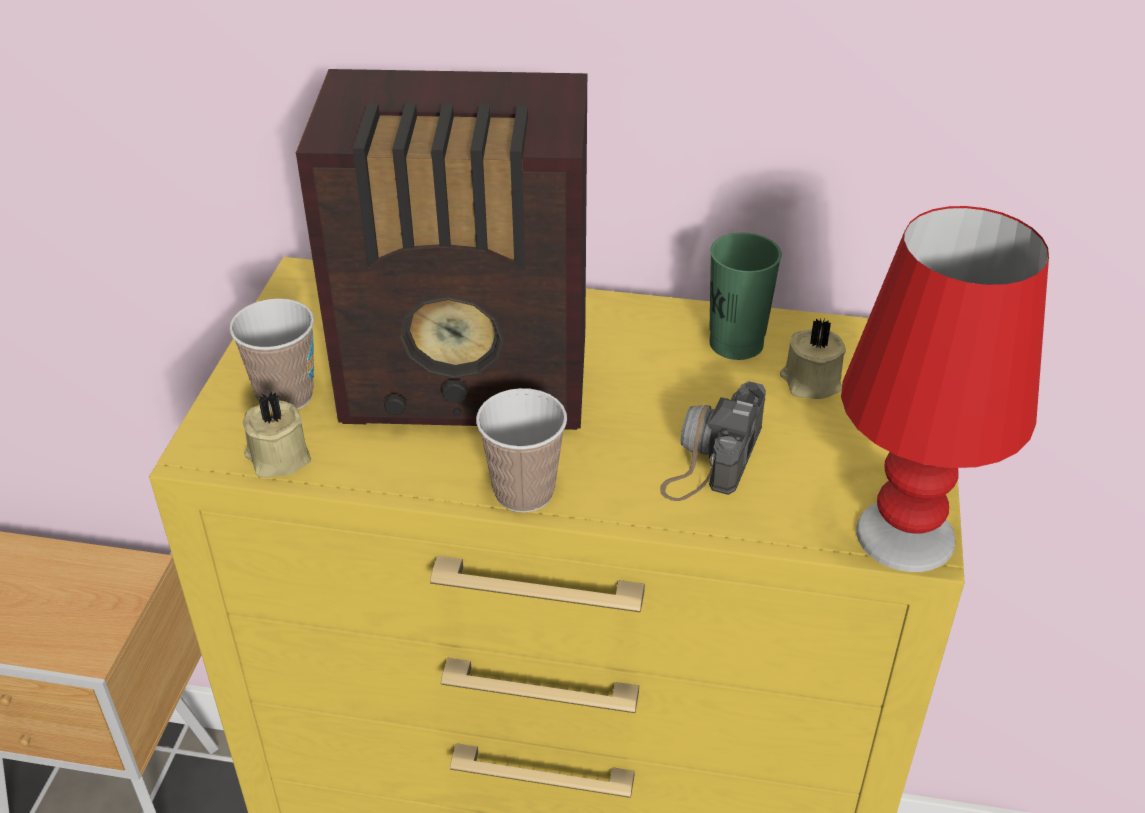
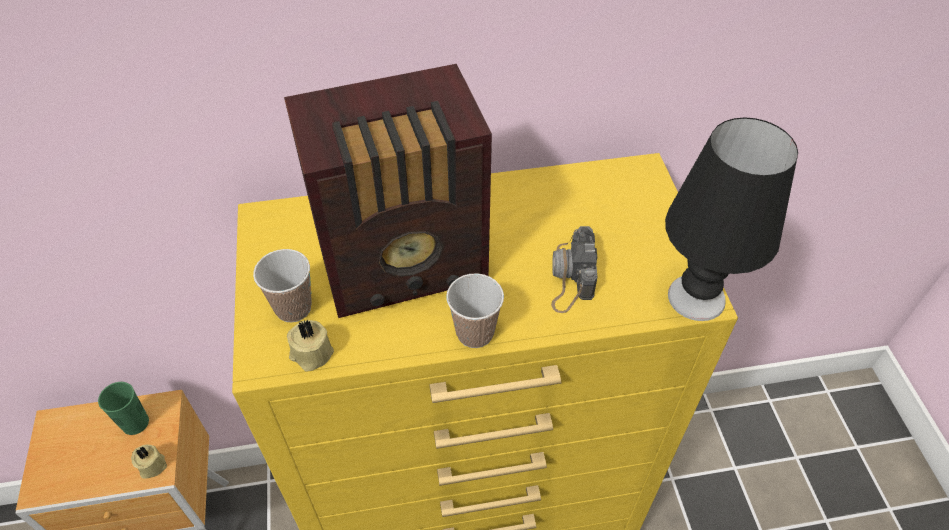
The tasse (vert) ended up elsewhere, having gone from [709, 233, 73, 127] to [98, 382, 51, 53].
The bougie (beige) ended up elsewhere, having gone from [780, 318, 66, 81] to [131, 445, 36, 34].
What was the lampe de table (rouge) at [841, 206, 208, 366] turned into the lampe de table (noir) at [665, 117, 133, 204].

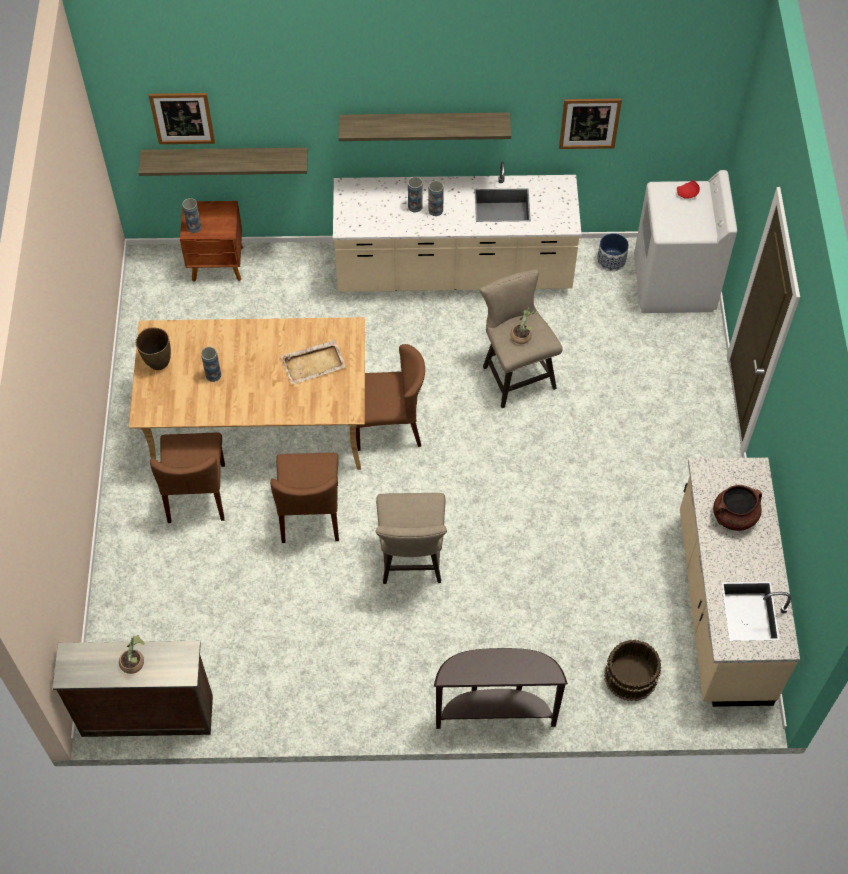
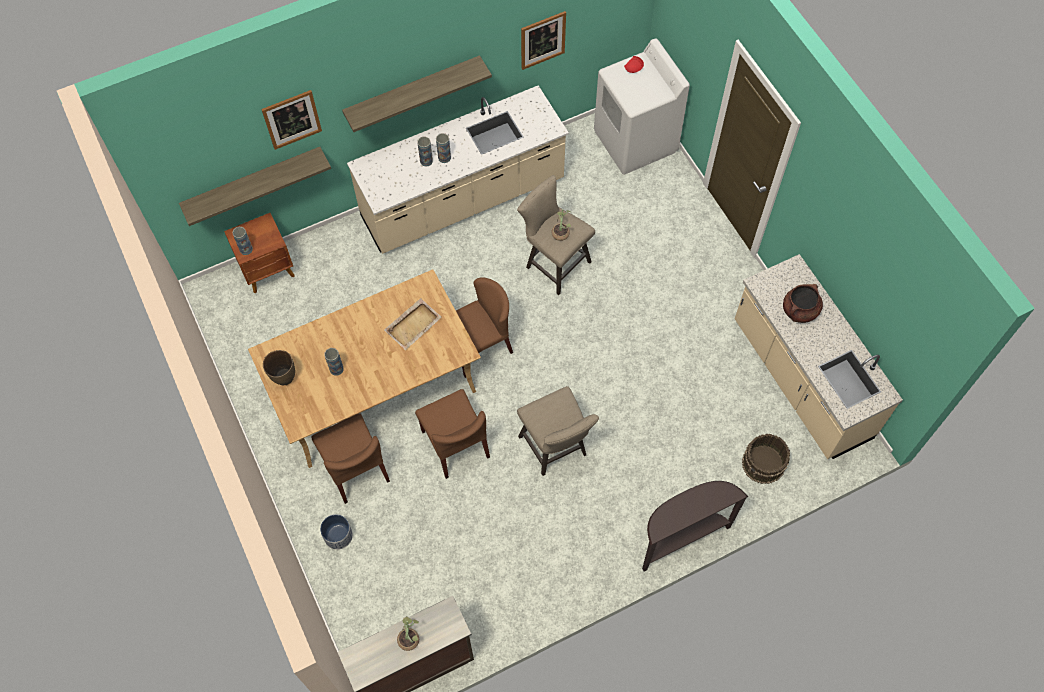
The tableau ended up elsewhere, having gone from [148, 93, 67, 51] to [261, 90, 61, 60].
The cache-pot ended up elsewhere, having gone from [597, 233, 32, 39] to [320, 514, 33, 36].

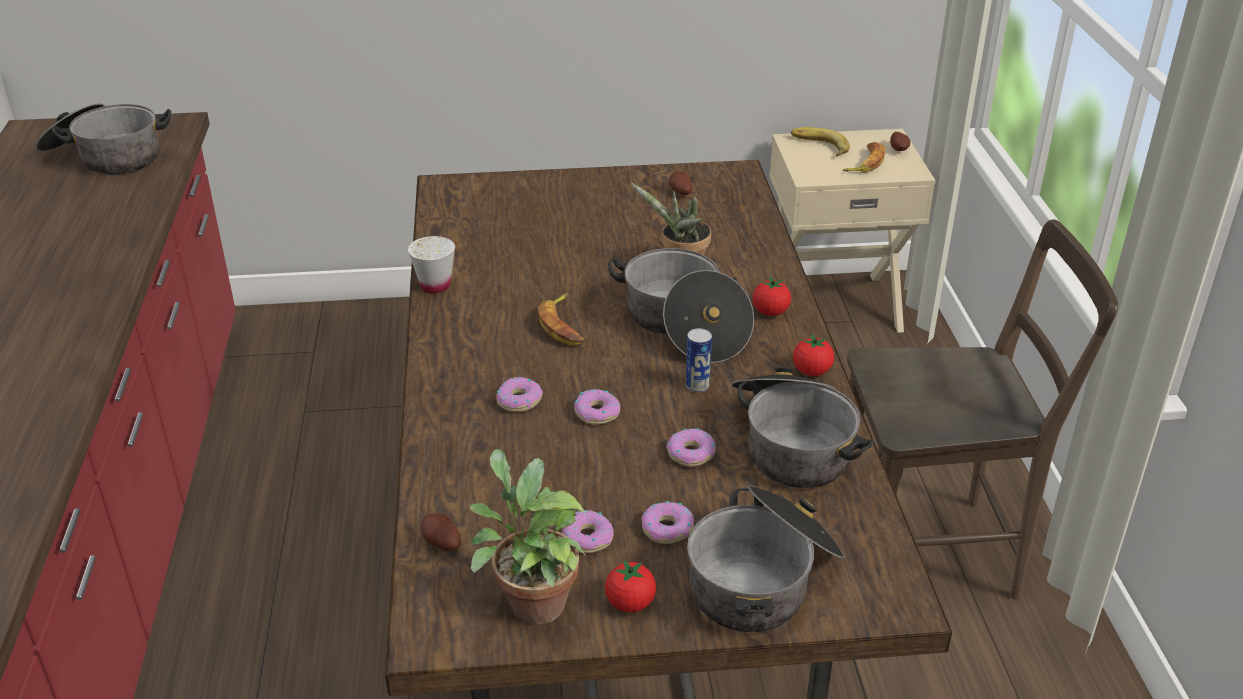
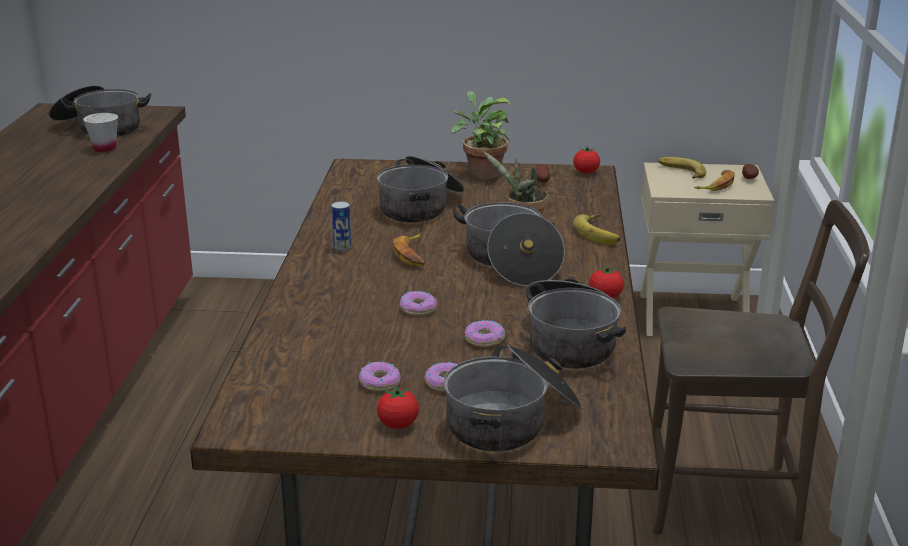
The tasse (blanc) ended up elsewhere, having gone from [408, 236, 47, 58] to [83, 113, 35, 39].
The boîte métallique ended up elsewhere, having gone from [686, 328, 26, 65] to [331, 201, 20, 51].
The second view gained the marmite at [377, 156, 88, 67].
The plante en pot ended up elsewhere, having gone from [470, 449, 115, 176] to [451, 91, 60, 88].
The tomate ended up elsewhere, having gone from [753, 276, 38, 40] to [573, 147, 27, 26].
The second view gained the banane at [573, 214, 47, 31].
The second view lost the pomme de terre at [421, 513, 40, 38].
The second view lost the beignet at [496, 377, 47, 35].

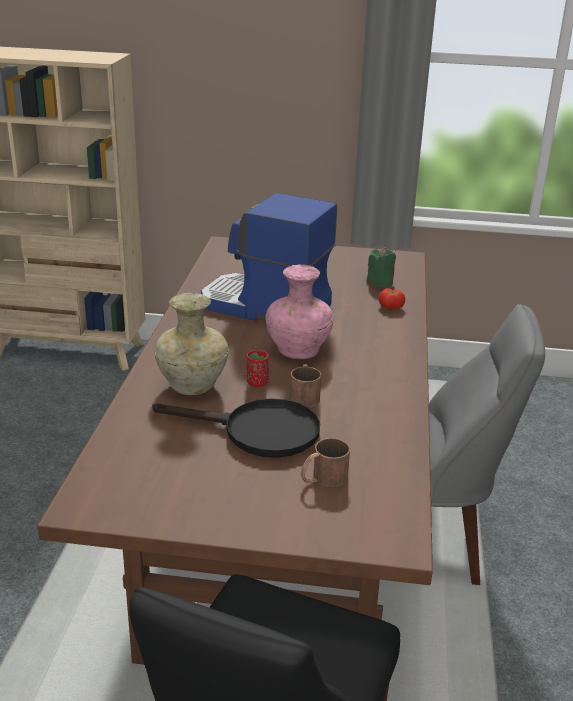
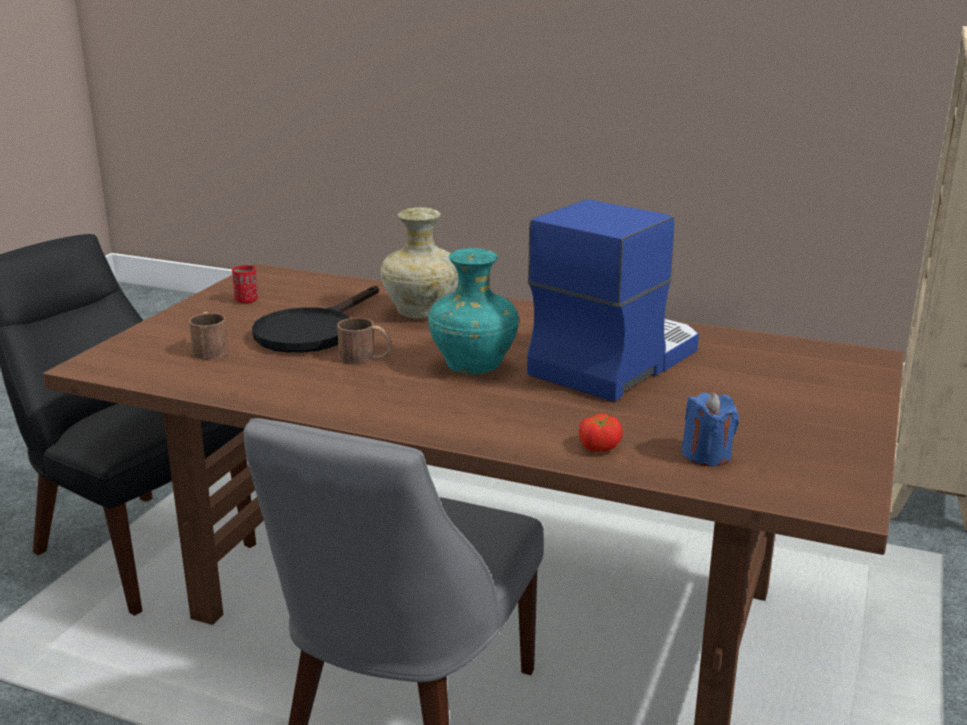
The tasse (rouge) ended up elsewhere, having gone from [247, 350, 22, 37] to [232, 265, 26, 38].
What was the vase (rose) at [265, 264, 69, 95] turned into the vase (turquoise) at [428, 248, 91, 126].
What was the bougie (vert) at [367, 247, 29, 40] turned into the bougie (bleu) at [681, 393, 58, 73].

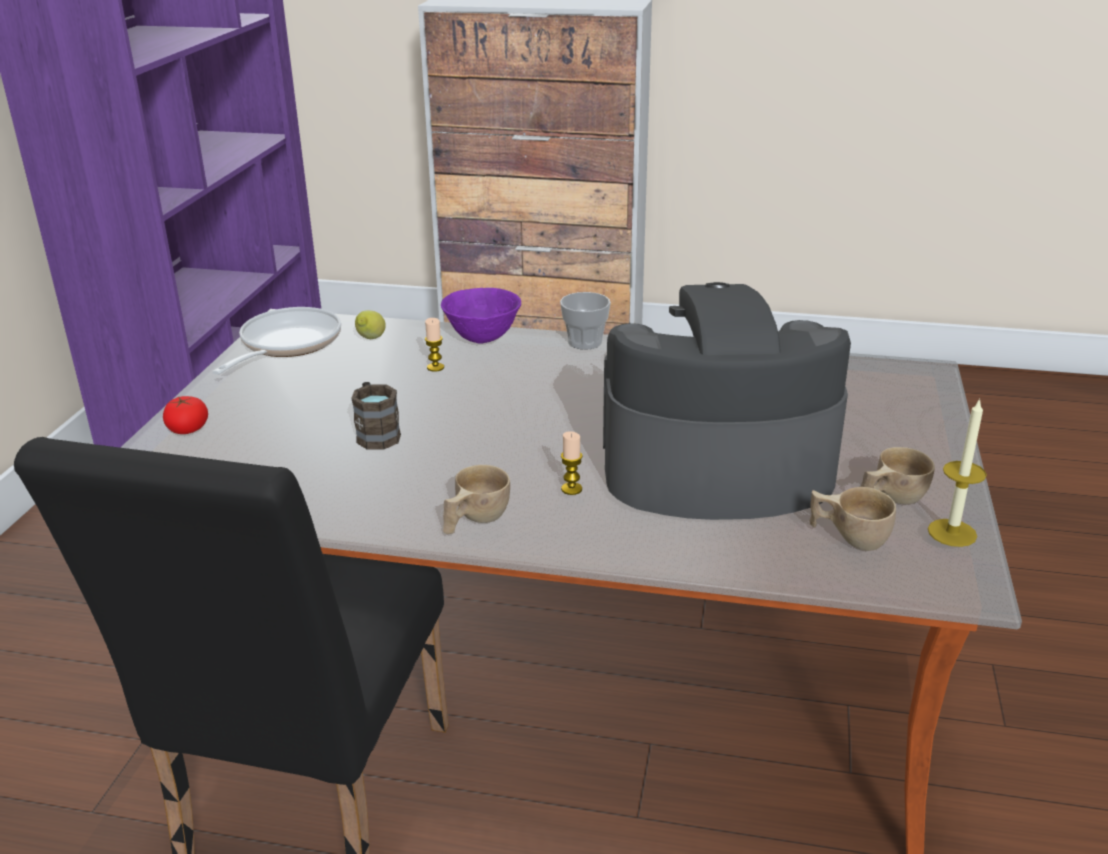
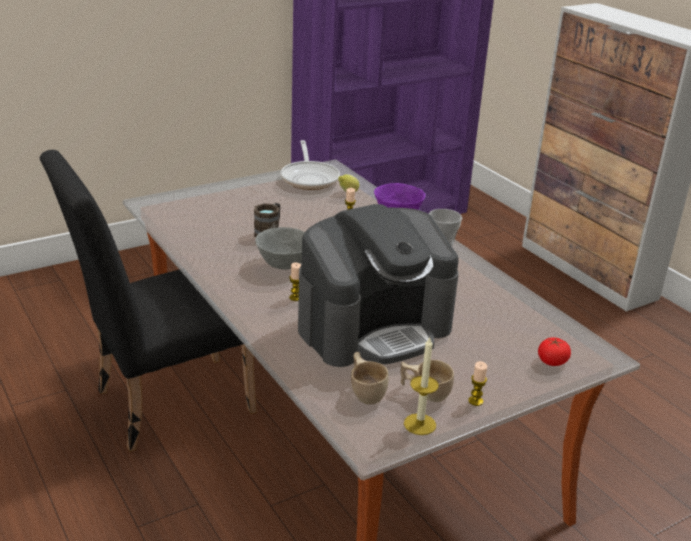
The second view gained the bol (gris) at [255, 227, 50, 42].
The poêle at [212, 307, 129, 68] ended up facing another way, 105 degrees clockwise from before.
The machine à café at [603, 282, 248, 238] ended up facing another way, 105 degrees clockwise from before.
The second view gained the bougie at [468, 361, 19, 45].
The tomate ended up elsewhere, having gone from [163, 396, 45, 38] to [538, 337, 33, 29].
The second view lost the tasse (beige) at [443, 465, 67, 69].

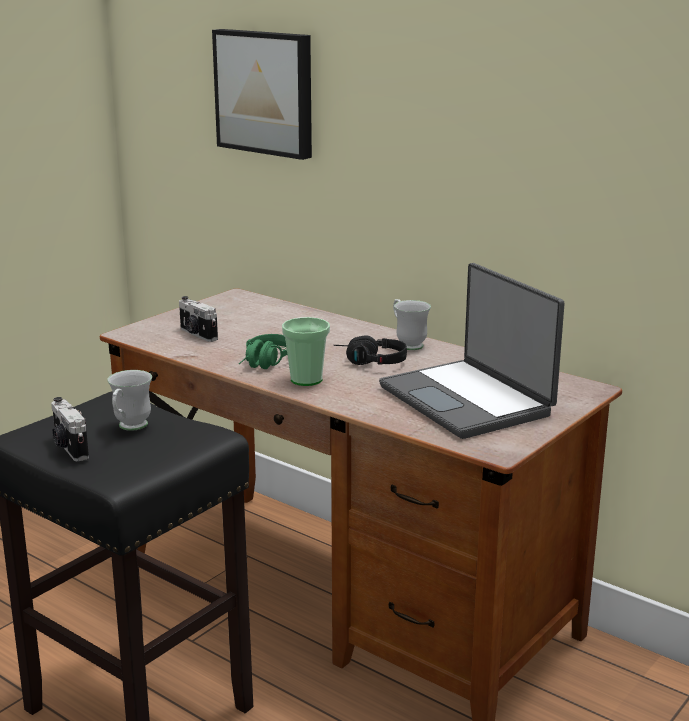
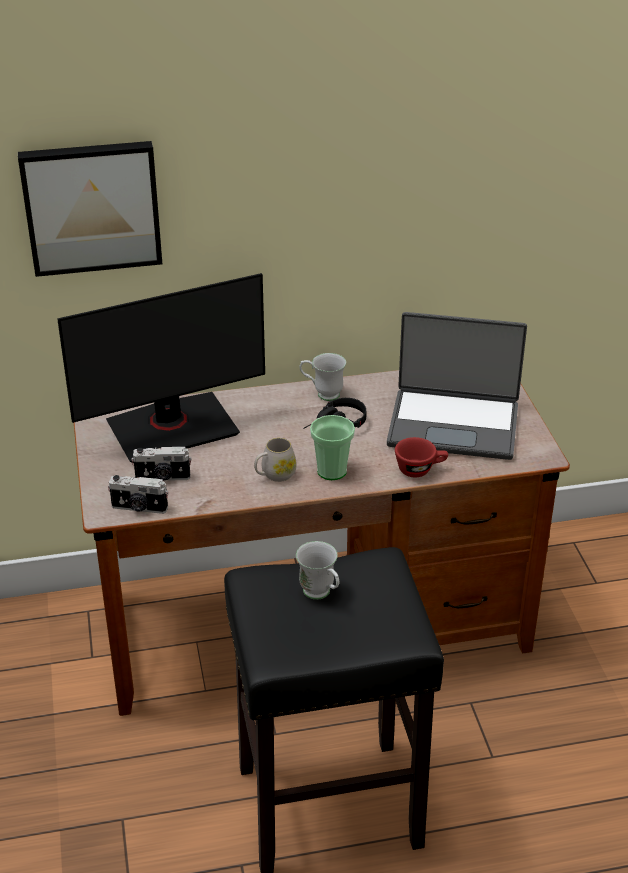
The second view gained the écran d'ordinateur at [57, 273, 208, 189].
The appareil photo ended up elsewhere, having gone from [51, 397, 38, 64] to [108, 475, 60, 39].
Where the casque audio (vert) stood at [239, 334, 48, 35], the mug (blanc) came to stand at [254, 438, 43, 44].
The second view gained the tasse (rouge) at [395, 437, 53, 40].

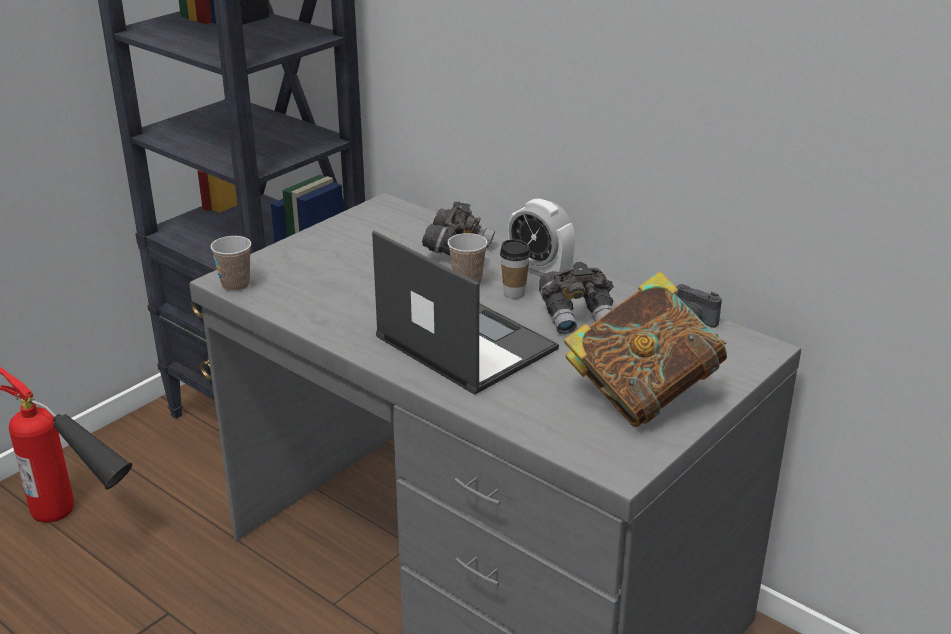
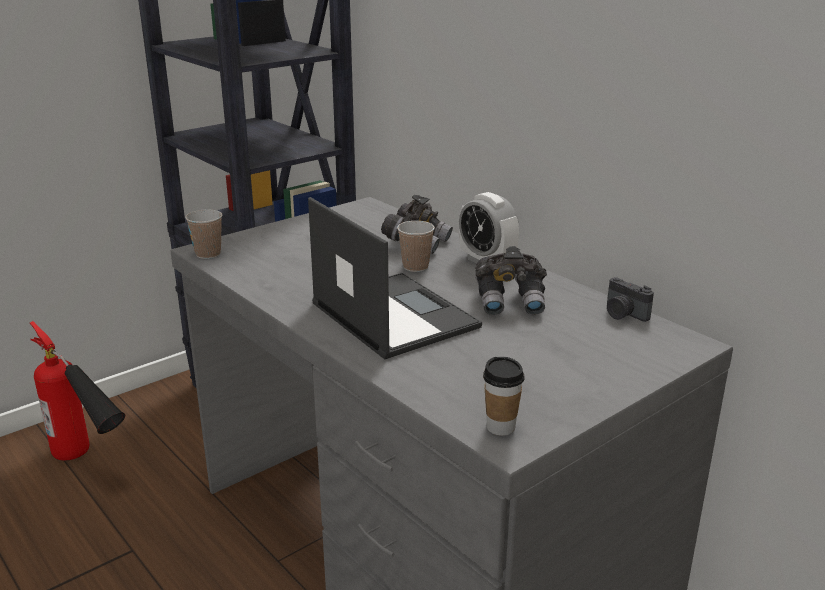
The tasse ended up elsewhere, having gone from [500, 239, 31, 60] to [483, 357, 42, 79].
The second view lost the livre at [564, 272, 163, 155].

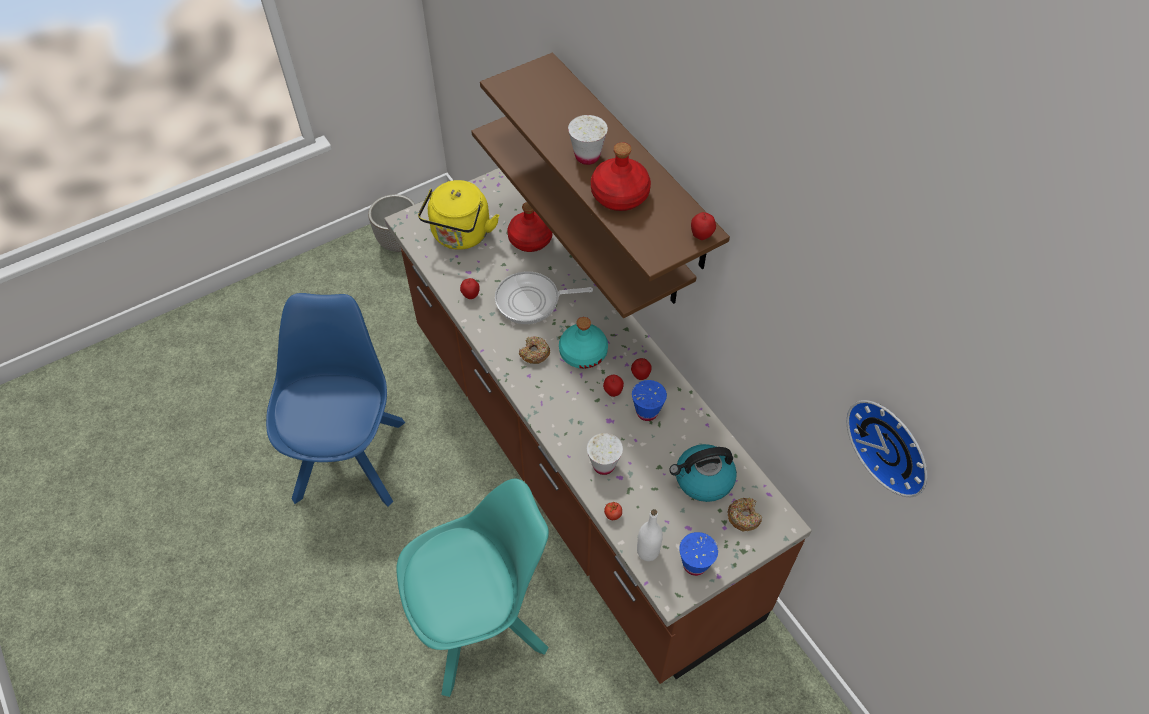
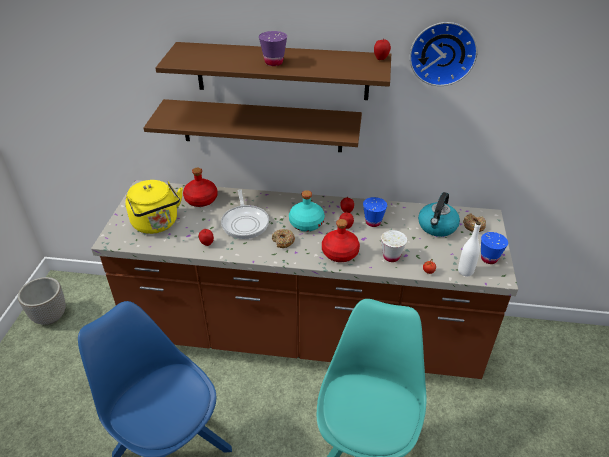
The poêle at [495, 272, 98, 52] ended up facing another way, 45 degrees counterclockwise from before.
What was the tasse (blanc) at [568, 115, 40, 50] turned into the tasse (violet) at [259, 31, 28, 35].
The bouteille (rouge) ended up elsewhere, having gone from [591, 142, 60, 69] to [322, 219, 38, 43].
The horloge murale ended up elsewhere, having gone from [847, 400, 81, 97] to [409, 22, 69, 64].

